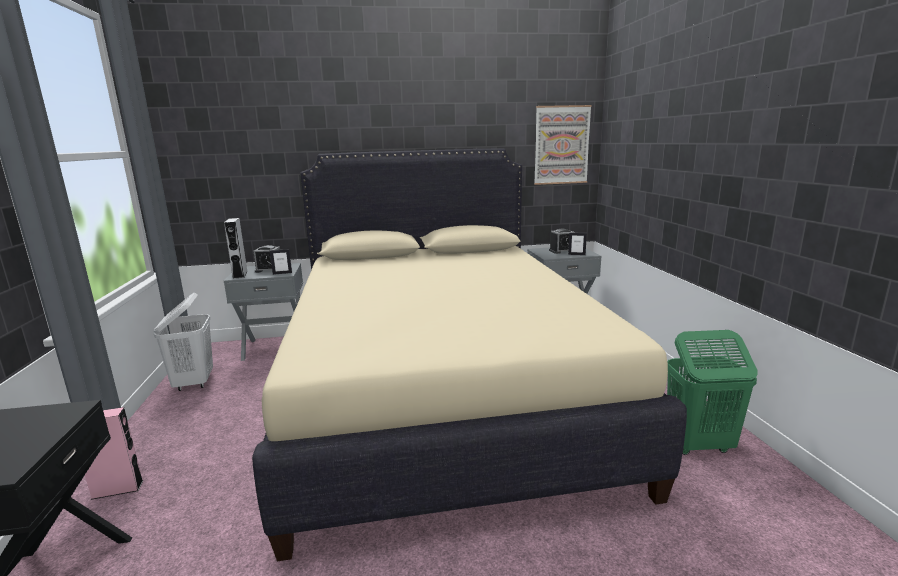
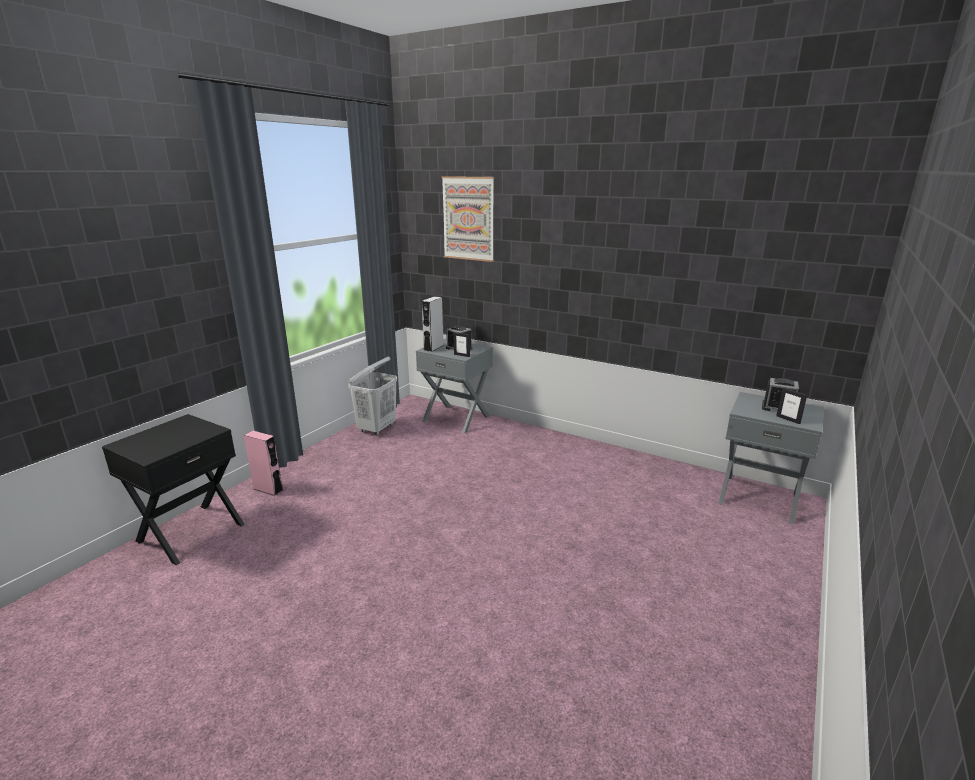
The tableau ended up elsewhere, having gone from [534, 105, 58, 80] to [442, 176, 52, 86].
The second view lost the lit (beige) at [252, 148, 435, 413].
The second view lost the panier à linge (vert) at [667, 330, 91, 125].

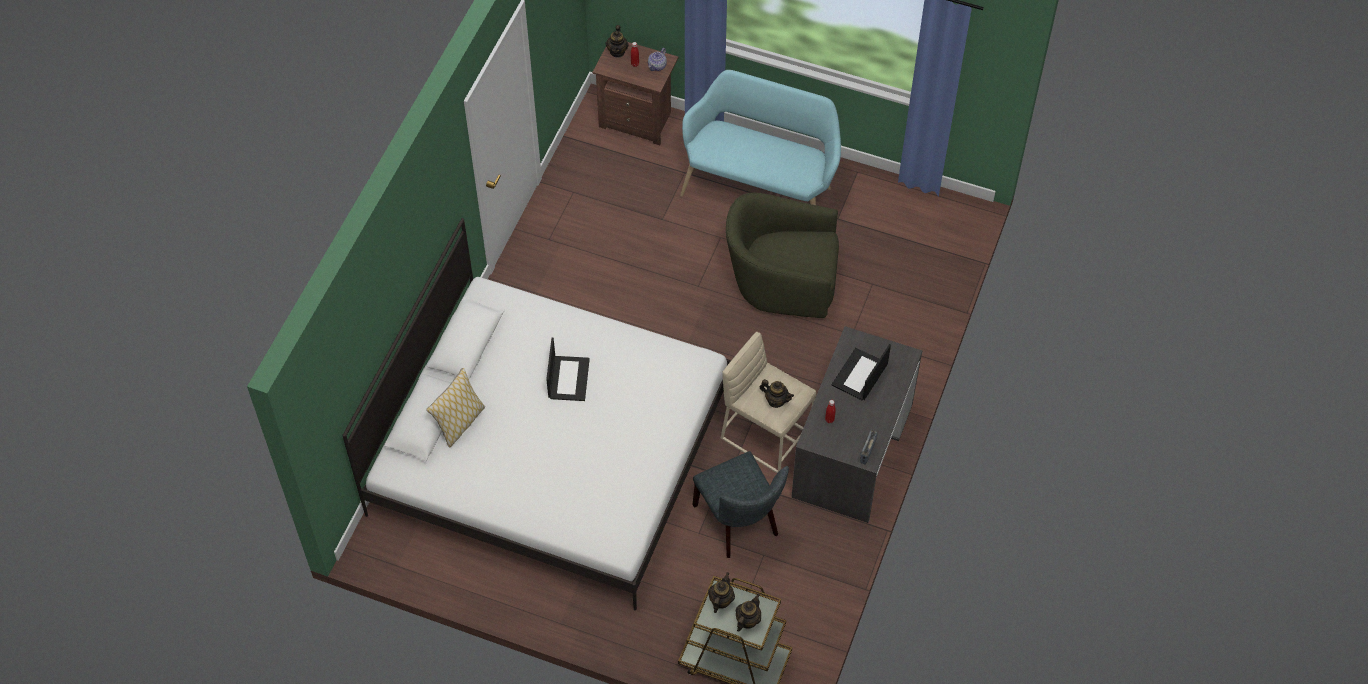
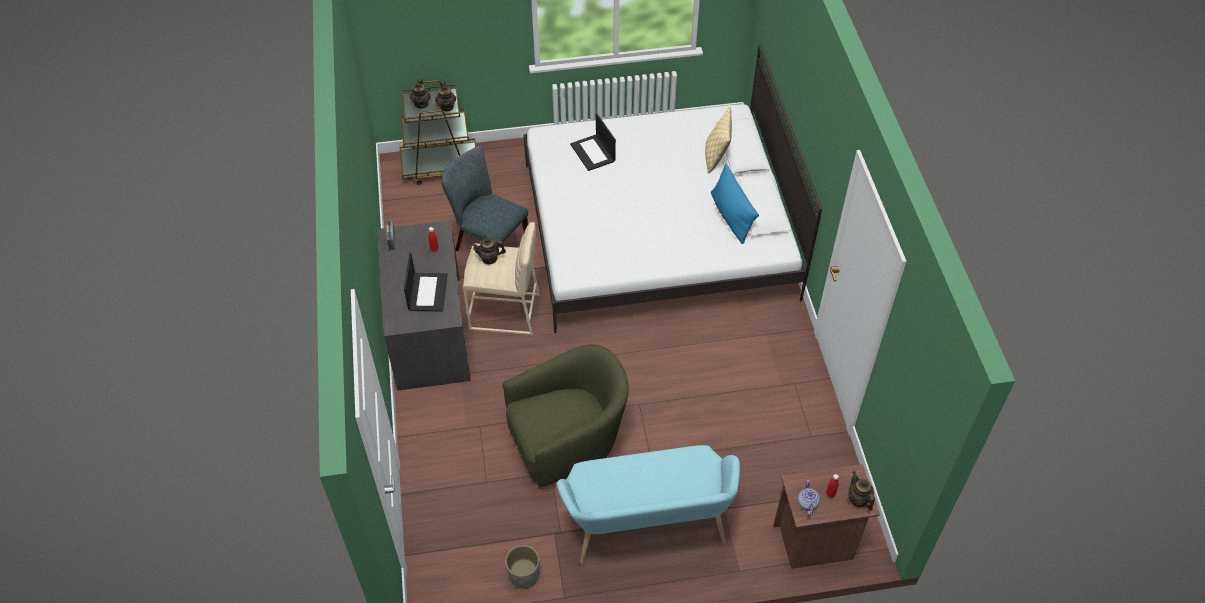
The second view gained the cache-pot (gris) at [505, 545, 34, 44].
The ordinateur portable ended up elsewhere, having gone from [546, 338, 44, 63] to [570, 114, 46, 57].
The second view gained the coussin (bleu) at [711, 164, 48, 80].

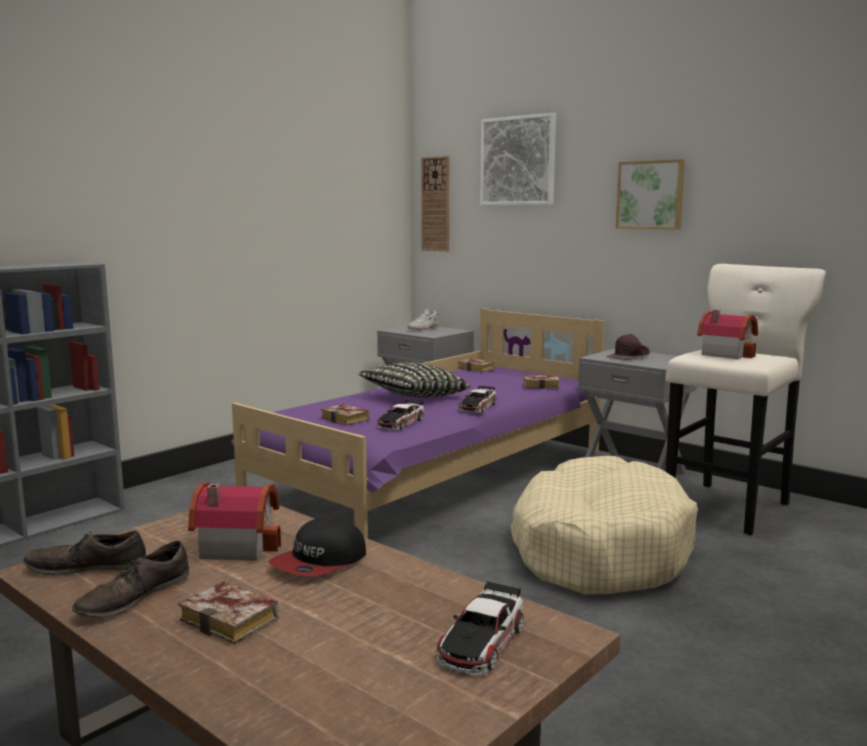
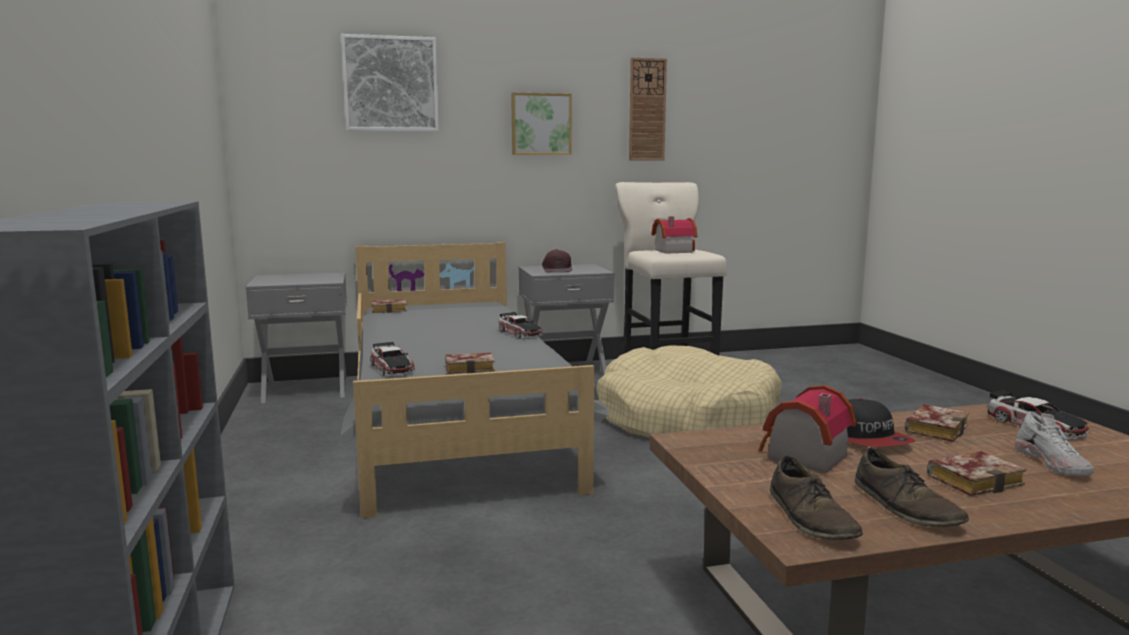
What was the lit (violet) at [231, 308, 373, 231] turned into the lit (gris) at [340, 242, 268, 277].
The petite voiture ended up elsewhere, having gone from [377, 400, 47, 30] to [370, 341, 44, 35].
The horloge murale ended up elsewhere, having gone from [421, 156, 28, 95] to [629, 57, 38, 103].
The chaussure (marron) at [23, 531, 123, 44] ended up facing another way, 45 degrees counterclockwise from before.
The livre ended up elsewhere, having gone from [524, 375, 36, 14] to [905, 404, 64, 38].
The chaussure (blanc) ended up elsewhere, having gone from [407, 308, 32, 22] to [1015, 411, 79, 65].
The second view lost the coussin at [358, 362, 112, 36].

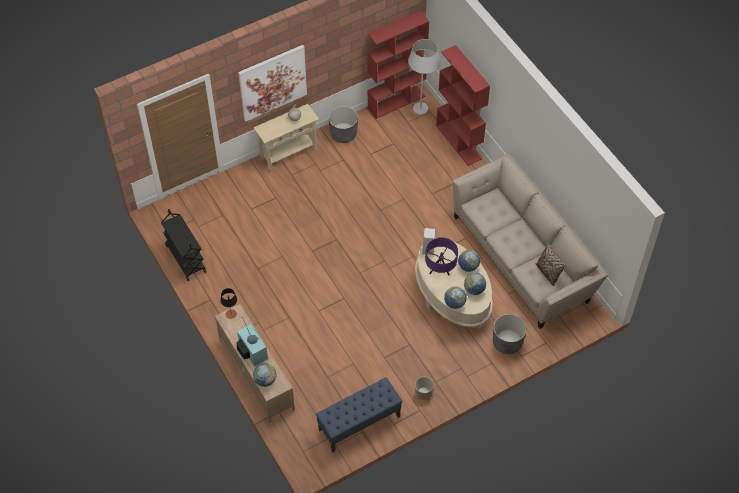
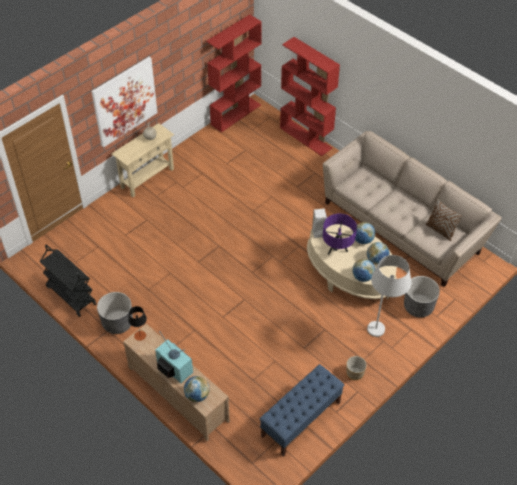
The cache-pot (gris) ended up elsewhere, having gone from [328, 106, 30, 37] to [97, 292, 36, 42].
The lampadaire (blanc) ended up elsewhere, having gone from [408, 39, 33, 76] to [367, 255, 44, 82].

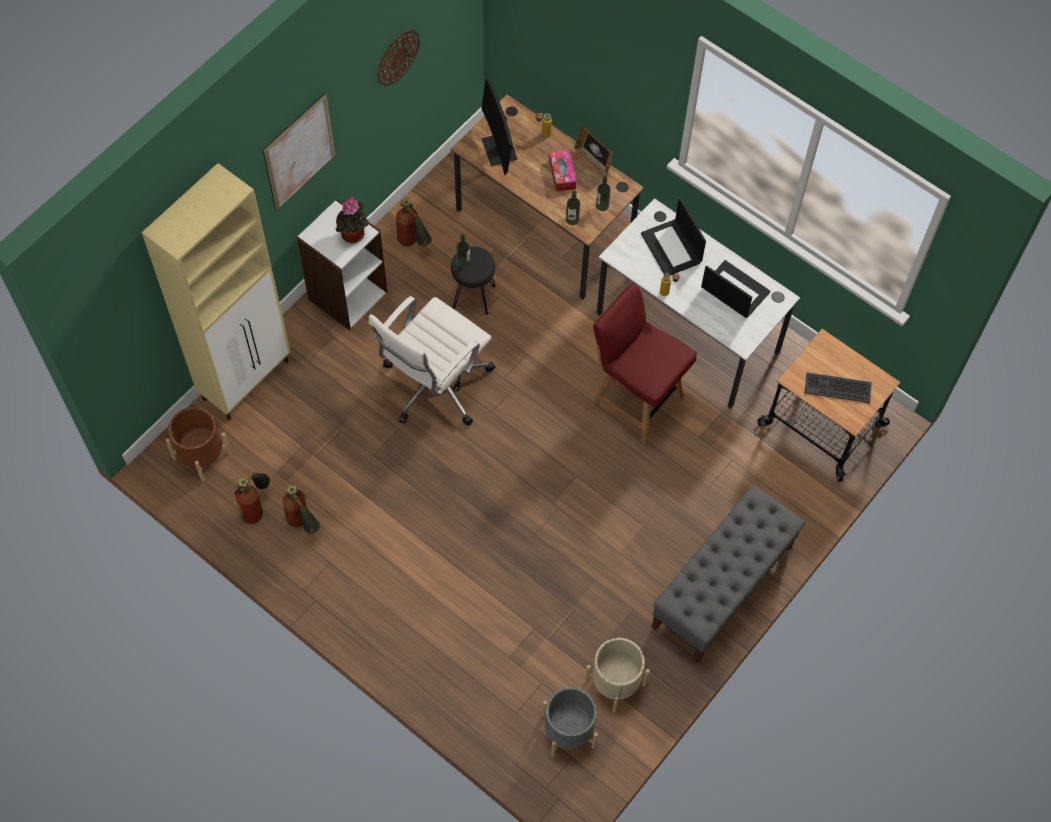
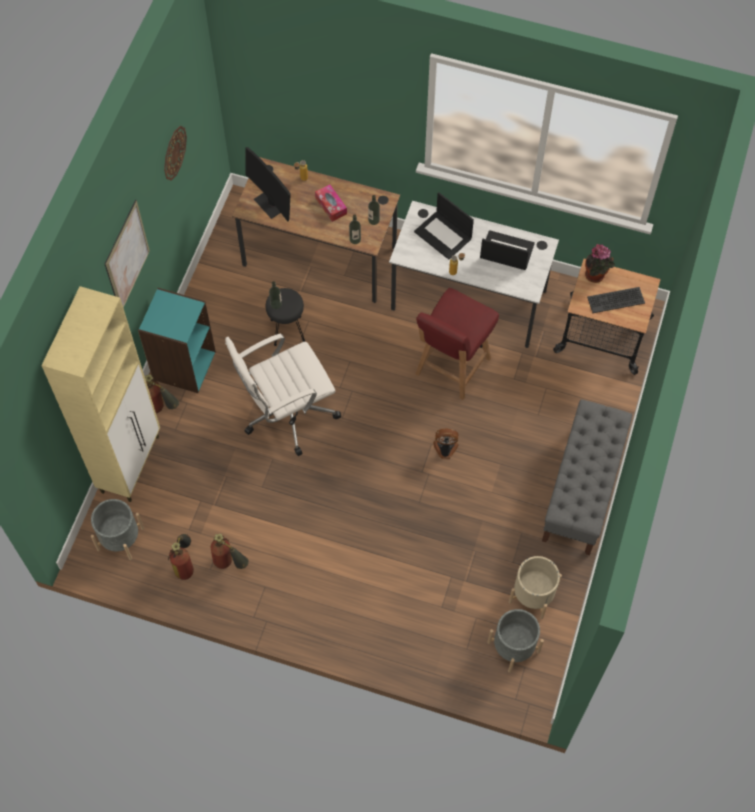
What was the cache-pot (marron) at [166, 407, 65, 75] turned into the cache-pot (gris) at [91, 499, 53, 61].
What was the bibliothèque (blanc) at [296, 199, 91, 131] turned into the bibliothèque (turquoise) at [138, 288, 78, 105].
The extincteur ended up elsewhere, having gone from [396, 198, 36, 48] to [145, 374, 34, 39].
The chaise de bureau (blanc) at [369, 296, 126, 130] ended up facing another way, 45 degrees clockwise from before.
The chaise (rouge) at [592, 283, 105, 161] ended up facing another way, 75 degrees counterclockwise from before.
The second view gained the ventilateur at [433, 429, 26, 30].
The plante en pot ended up elsewhere, having gone from [336, 198, 32, 45] to [585, 244, 30, 39].
The second view lost the cadre photo at [574, 126, 39, 51].

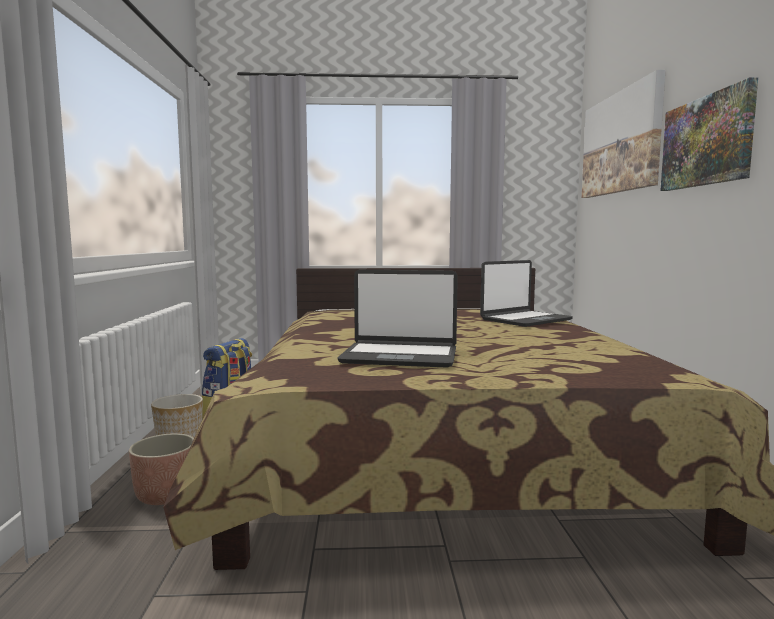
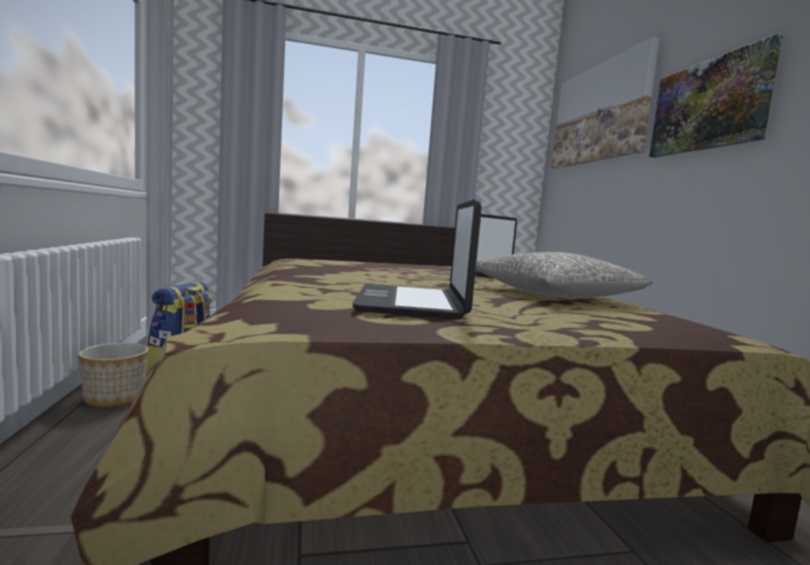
The ordinateur portable at [337, 270, 121, 98] ended up facing another way, 90 degrees clockwise from before.
The second view gained the coussin (gris) at [476, 252, 177, 46].
The second view lost the cache-pot at [129, 433, 65, 72].

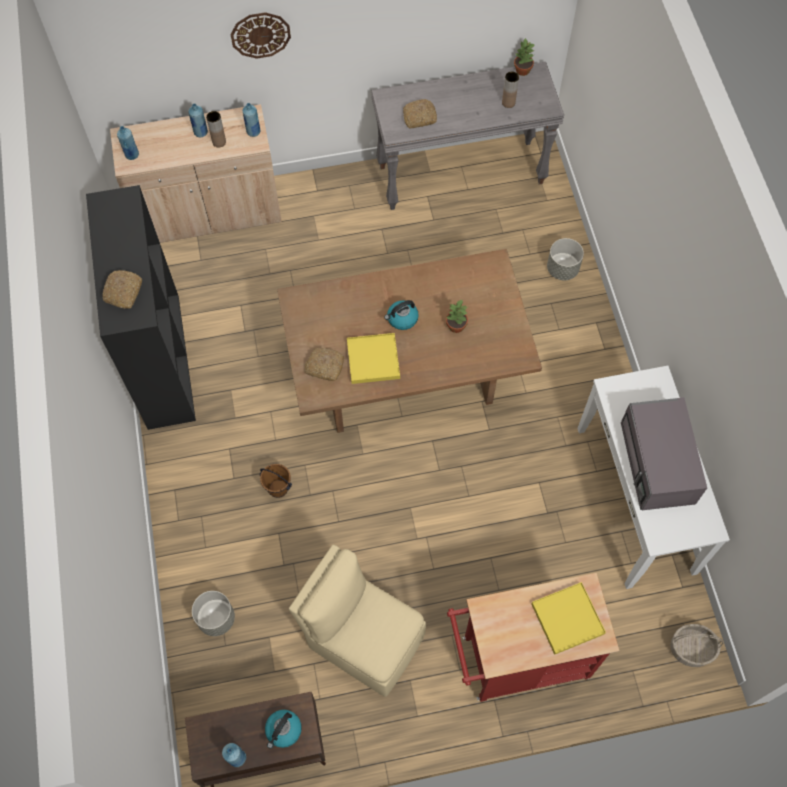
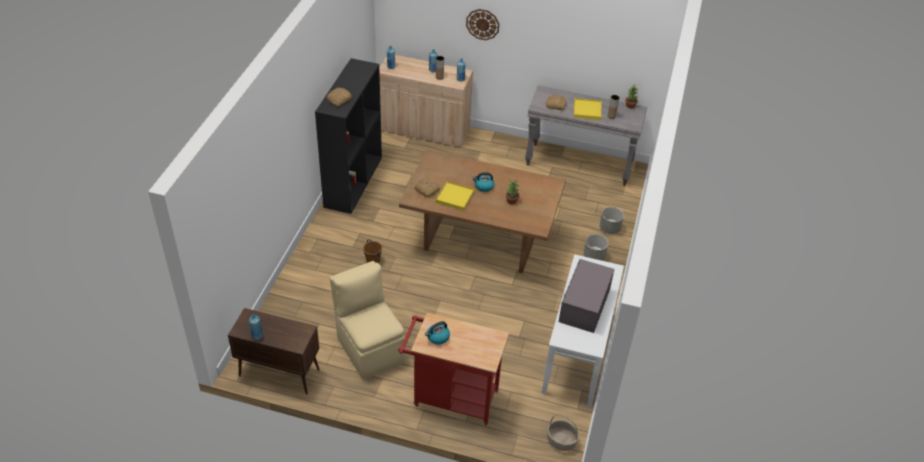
The bouilloire ended up elsewhere, having gone from [265, 710, 37, 39] to [425, 321, 25, 24].
The plateau (jaune) ended up elsewhere, having gone from [531, 582, 75, 73] to [574, 98, 27, 22].
The cache-pot (gris) ended up elsewhere, having gone from [192, 591, 43, 45] to [583, 234, 25, 27].

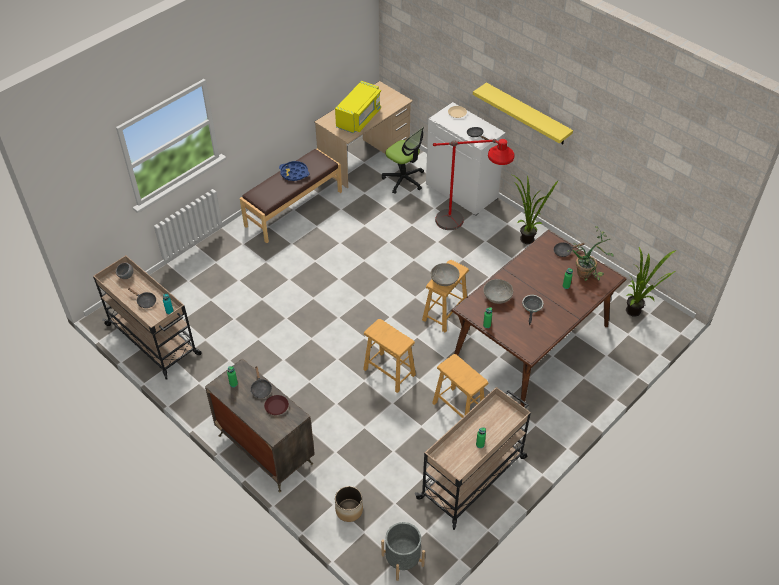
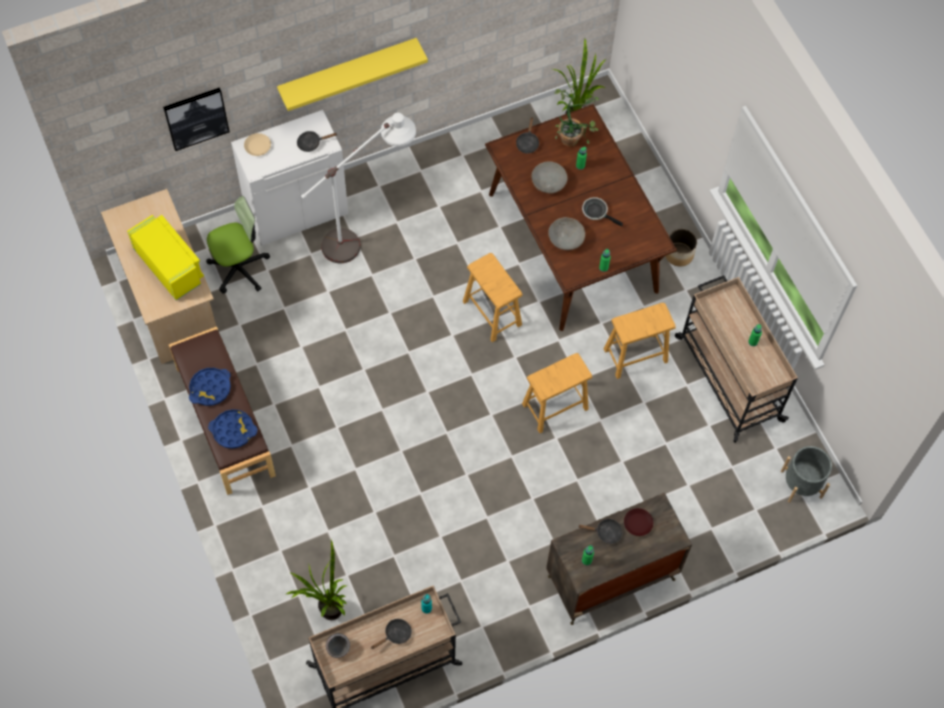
The second view gained the tableau at [163, 88, 67, 63].
The second view gained the plateau (bleu) at [208, 409, 49, 40].
The plante en pot ended up elsewhere, having gone from [512, 175, 47, 69] to [286, 540, 61, 80].
What was the lampadaire (rouge) at [433, 139, 82, 91] turned into the lampadaire (blanc) at [301, 113, 115, 150].
The bol (gris) ended up elsewhere, having gone from [431, 263, 28, 23] to [531, 161, 36, 33].
The cache-pot ended up elsewhere, having gone from [335, 486, 28, 36] to [665, 229, 32, 38].

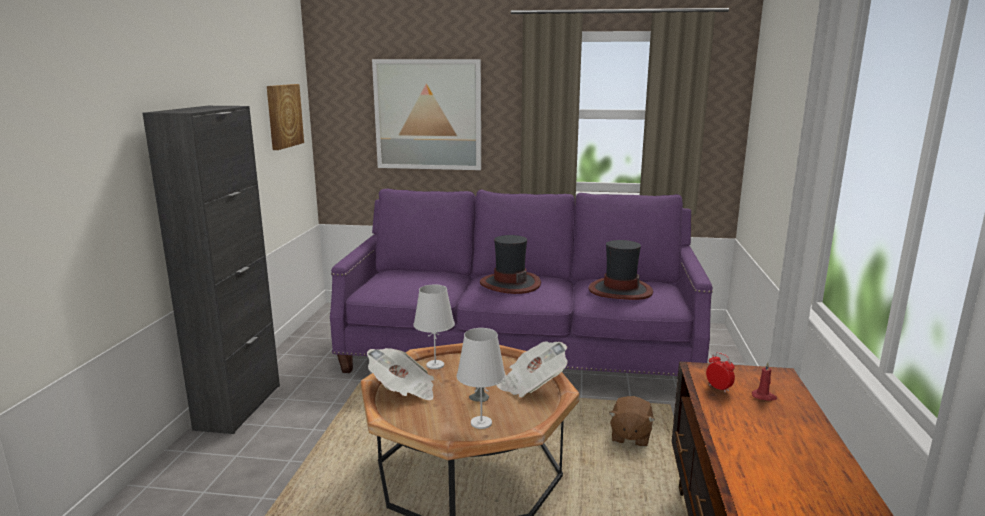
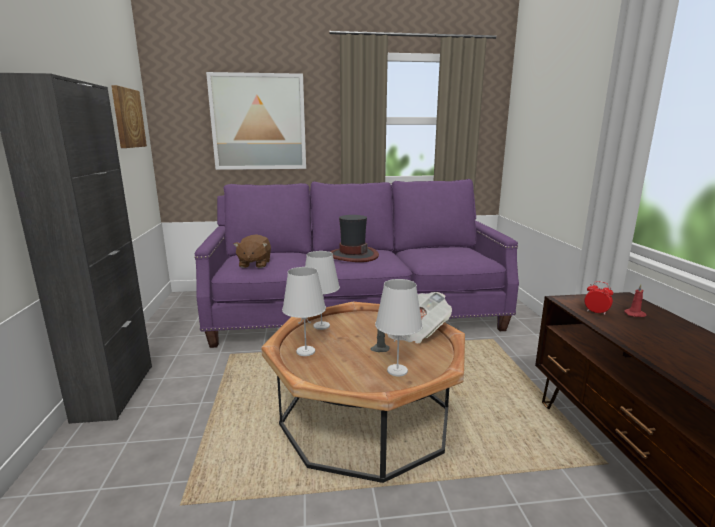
The peluche (marron) ended up elsewhere, having gone from [609, 396, 46, 51] to [233, 234, 38, 34].
Where the journal stood at [367, 348, 67, 52], the lampe de table (blanc) came to stand at [282, 267, 44, 89].
The second view lost the chapeau at [589, 240, 64, 60].

